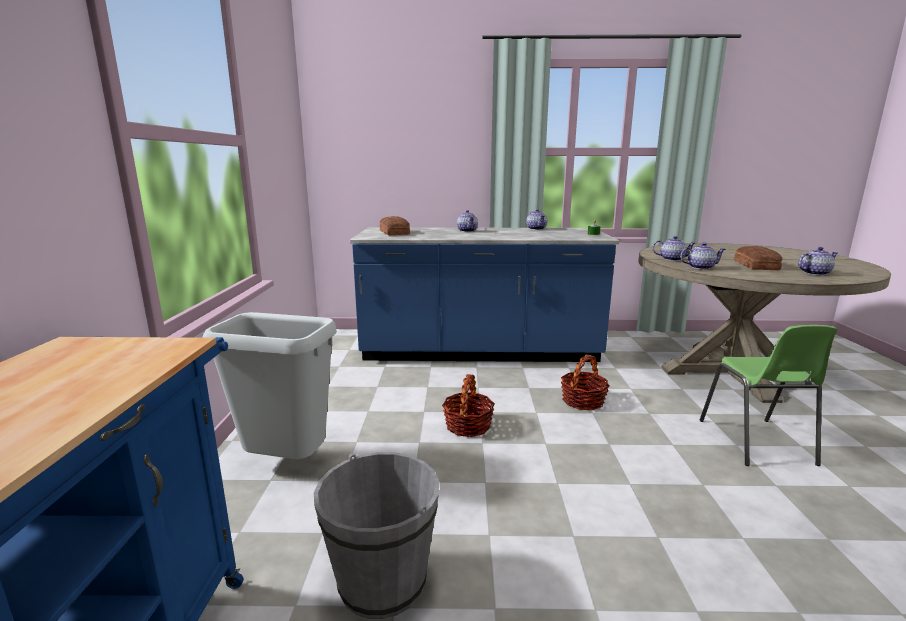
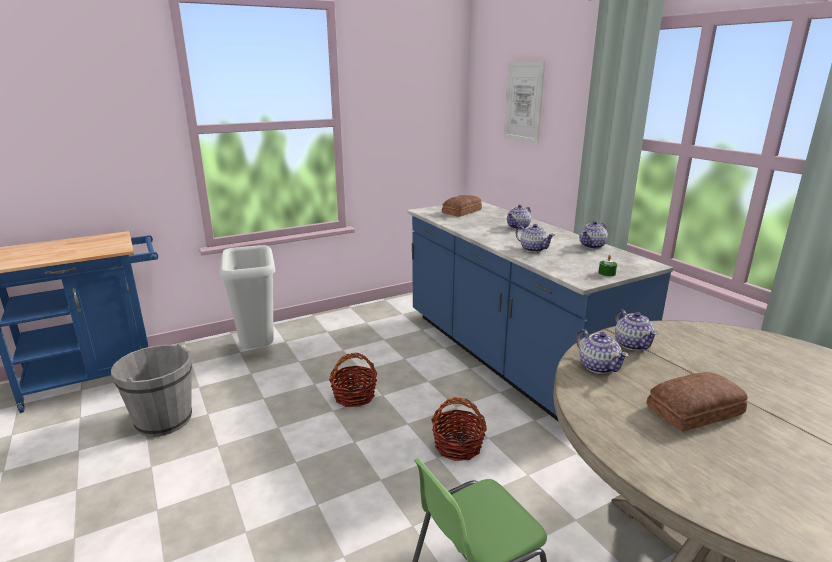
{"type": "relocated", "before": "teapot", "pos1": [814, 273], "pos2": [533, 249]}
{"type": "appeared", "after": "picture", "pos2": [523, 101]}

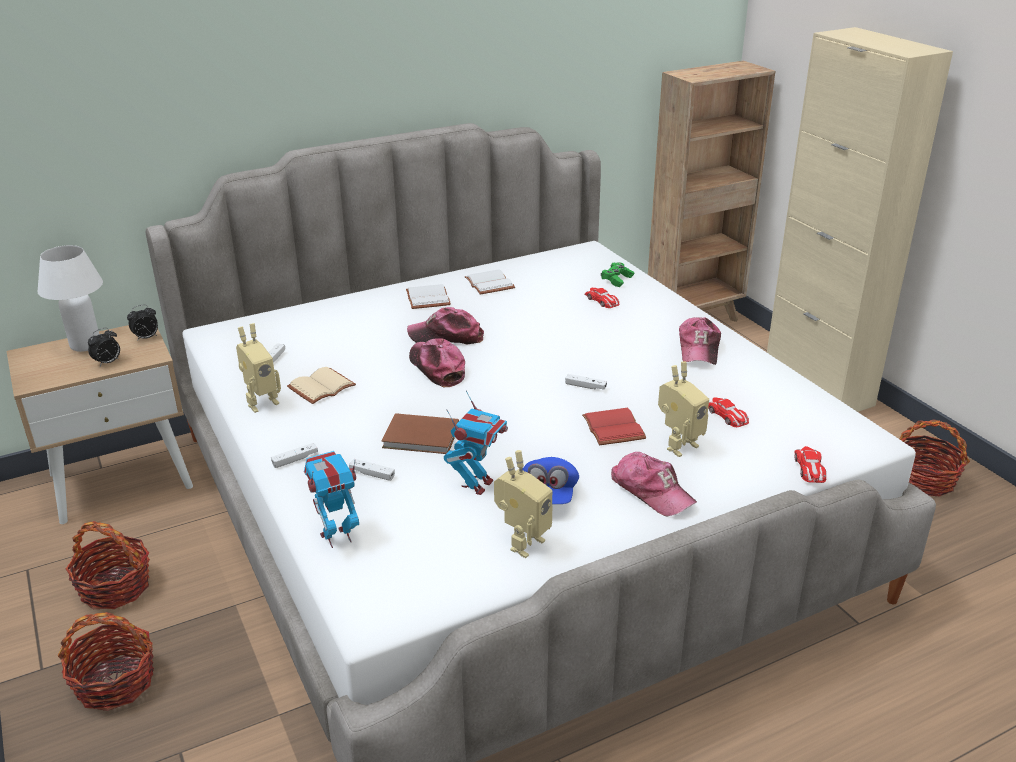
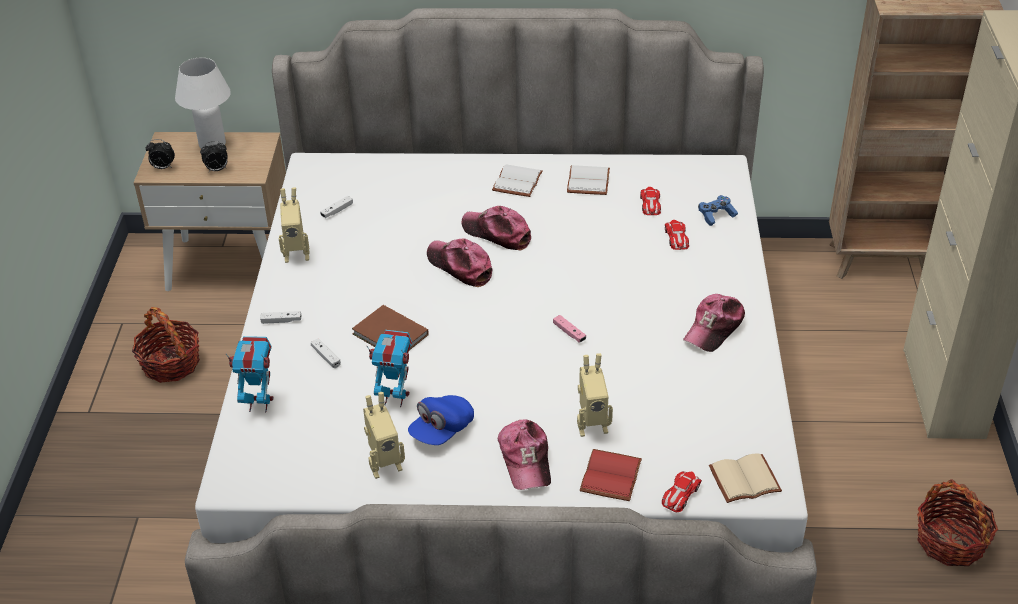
{"type": "missing", "before": "basket", "pos1": [115, 682]}
{"type": "relocated", "before": "alarm clock", "pos1": [146, 338], "pos2": [163, 168]}
{"type": "relocated", "before": "beige book", "pos1": [321, 388], "pos2": [744, 481]}
{"type": "spun", "before": "cap", "pos1": [437, 368], "pos2": [460, 266], "turn": -45}
{"type": "spun", "before": "toy robot", "pos1": [477, 484], "pos2": [395, 398], "turn": -135}
{"type": "colour", "before": "white game controller", "after": "pink game controller", "pos1": [585, 386], "pos2": [569, 333]}
{"type": "relocated", "before": "red book", "pos1": [615, 428], "pos2": [612, 477]}
{"type": "colour", "before": "green game controller", "after": "blue game controller", "pos1": [617, 280], "pos2": [716, 215]}
{"type": "relocated", "before": "toy car", "pos1": [727, 416], "pos2": [650, 204]}

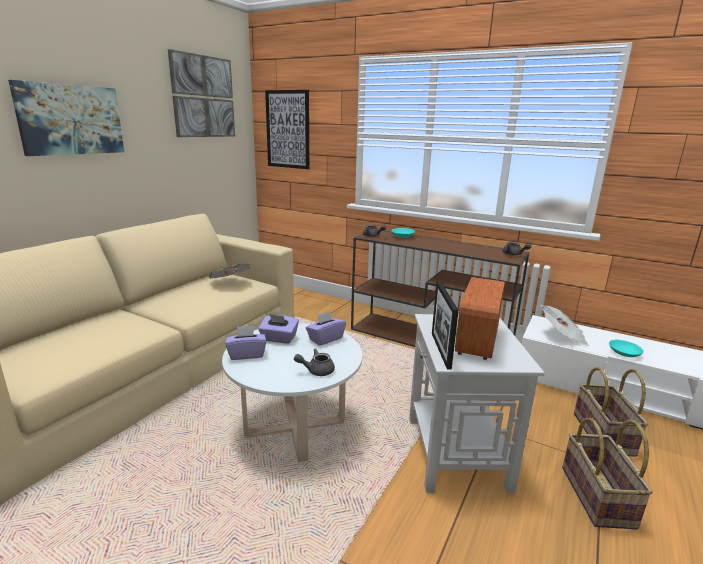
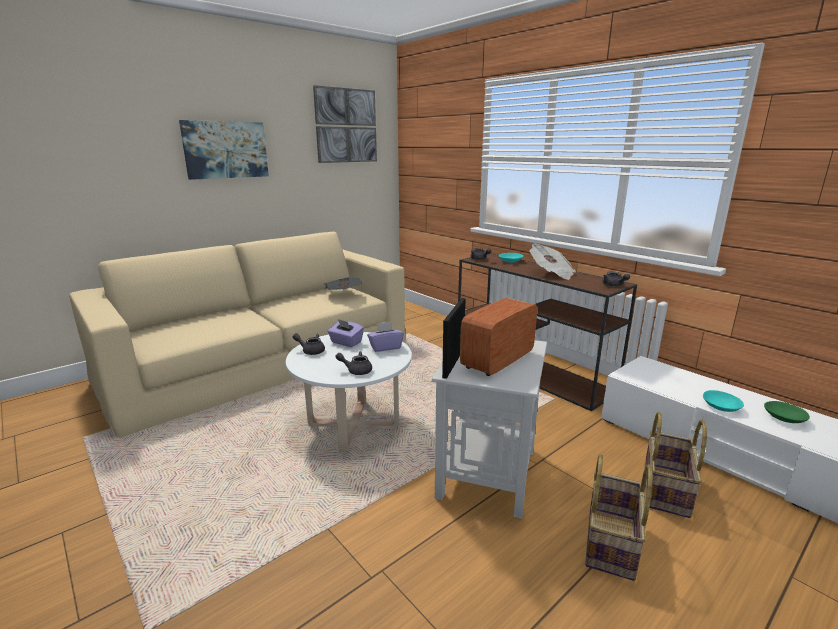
{"type": "exchanged", "before": "purple tissue box", "after": "grey teapot", "pos1": [247, 354], "pos2": [311, 351]}
{"type": "missing", "before": "picture", "pos1": [288, 129]}
{"type": "relocated", "before": "newspaper", "pos1": [562, 336], "pos2": [551, 274]}
{"type": "appeared", "after": "green bowl", "pos2": [784, 418]}

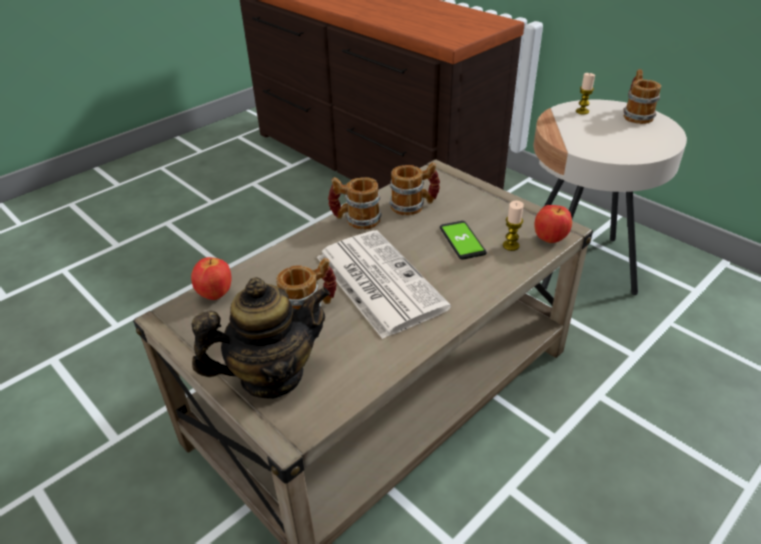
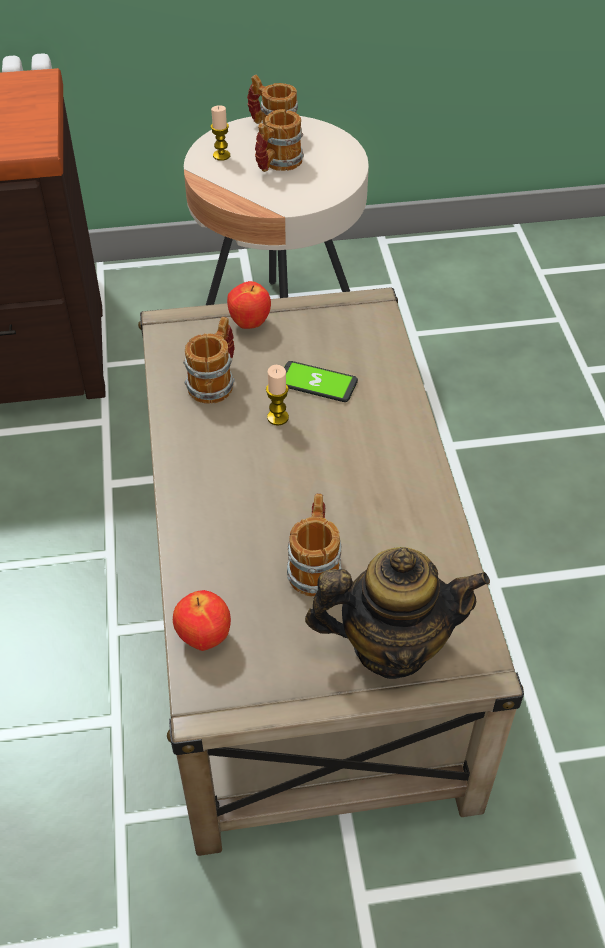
{"type": "spun", "before": "teapot", "pos1": [271, 376], "pos2": [391, 645], "turn": 75}
{"type": "missing", "before": "newspaper", "pos1": [377, 281]}
{"type": "relocated", "before": "mug", "pos1": [355, 220], "pos2": [277, 164]}
{"type": "relocated", "before": "candle", "pos1": [510, 245], "pos2": [277, 417]}
{"type": "relocated", "before": "apple", "pos1": [550, 239], "pos2": [250, 323]}

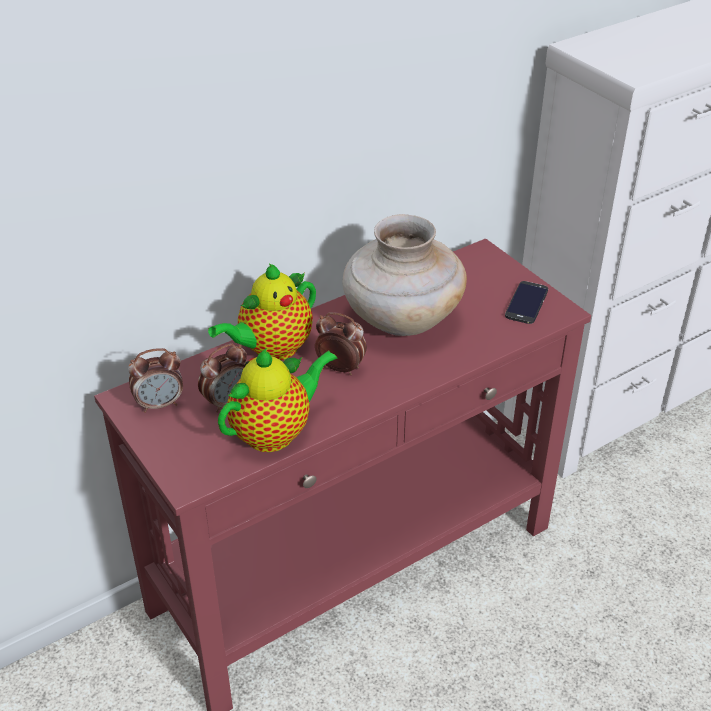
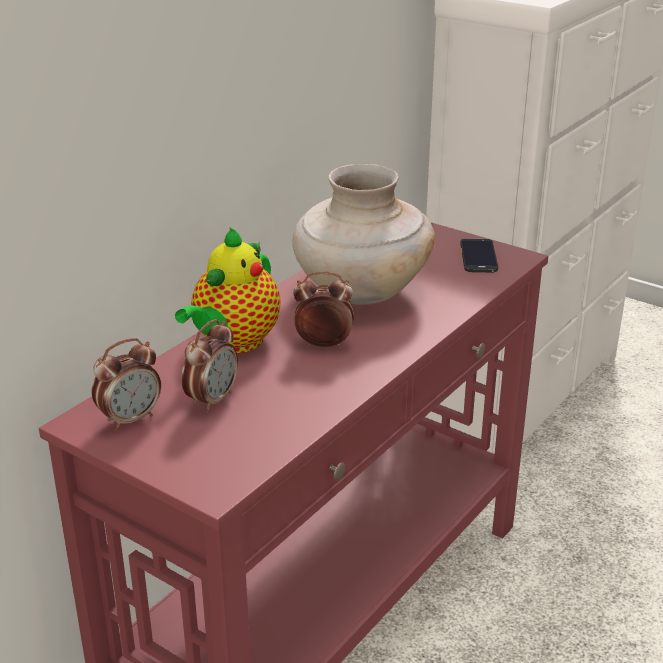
{"type": "missing", "before": "teapot", "pos1": [275, 432]}

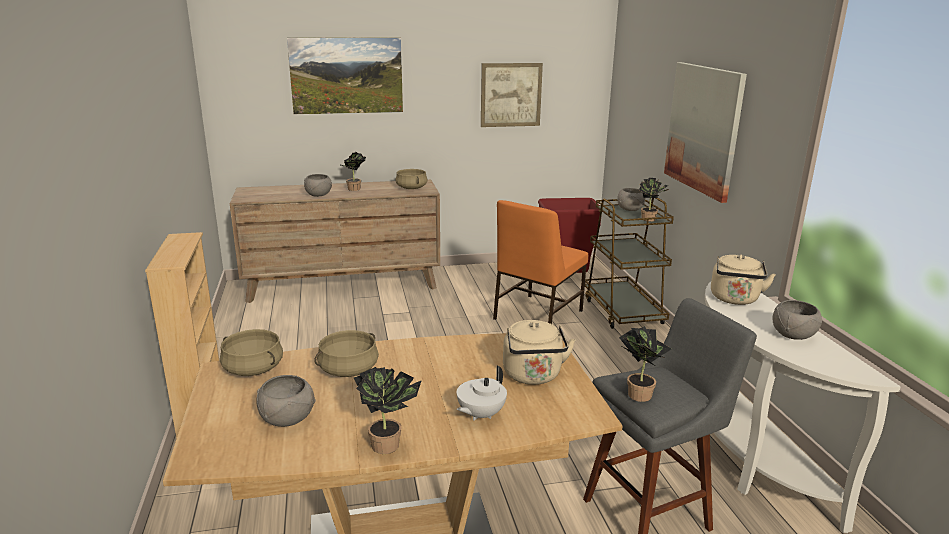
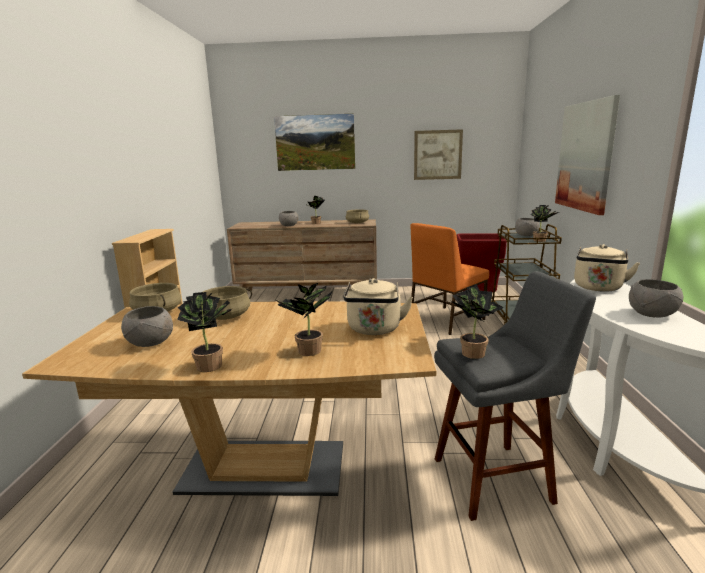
{"type": "exchanged", "before": "white teapot", "after": "potted plant", "pos1": [480, 414], "pos2": [307, 352]}

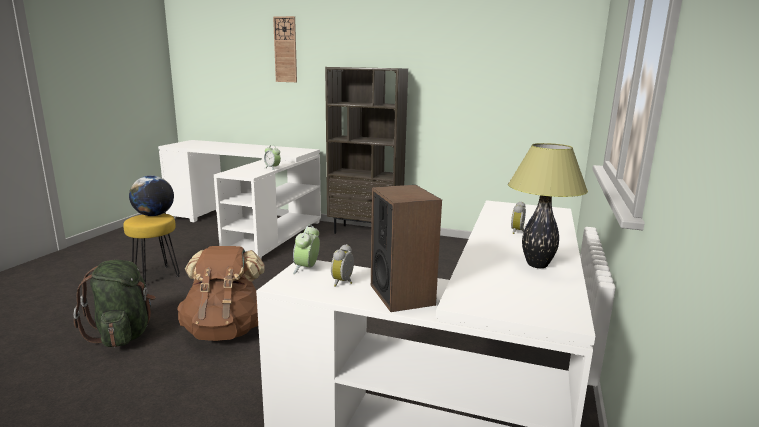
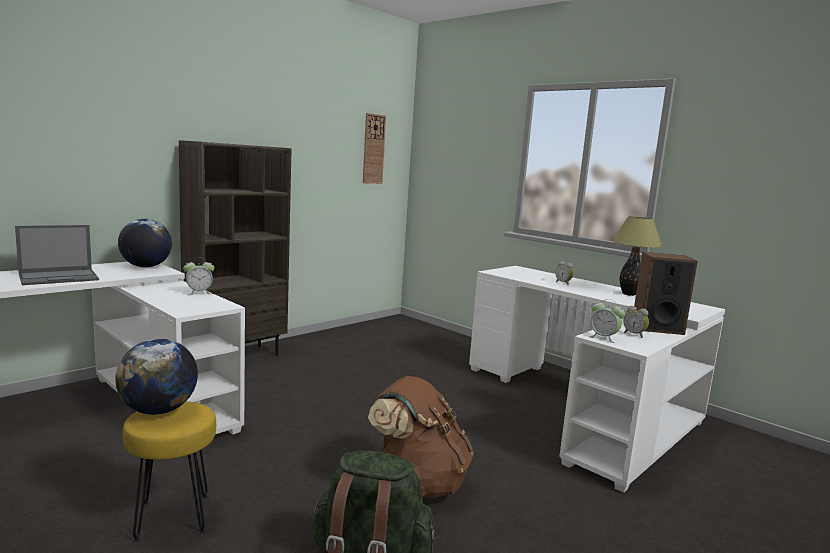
{"type": "relocated", "before": "wall clock", "pos1": [285, 49], "pos2": [373, 149]}
{"type": "appeared", "after": "laptop", "pos2": [60, 277]}
{"type": "appeared", "after": "globe", "pos2": [145, 267]}

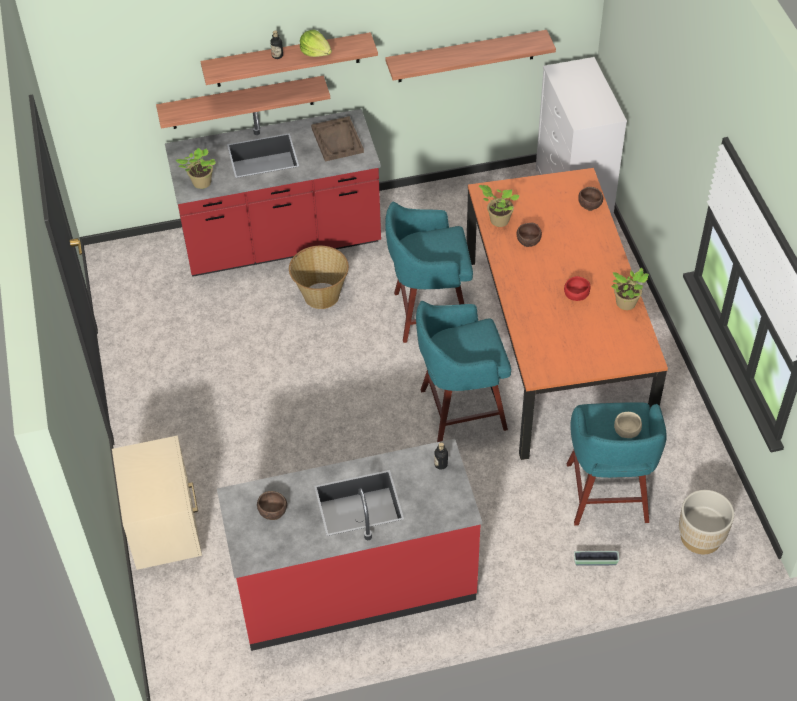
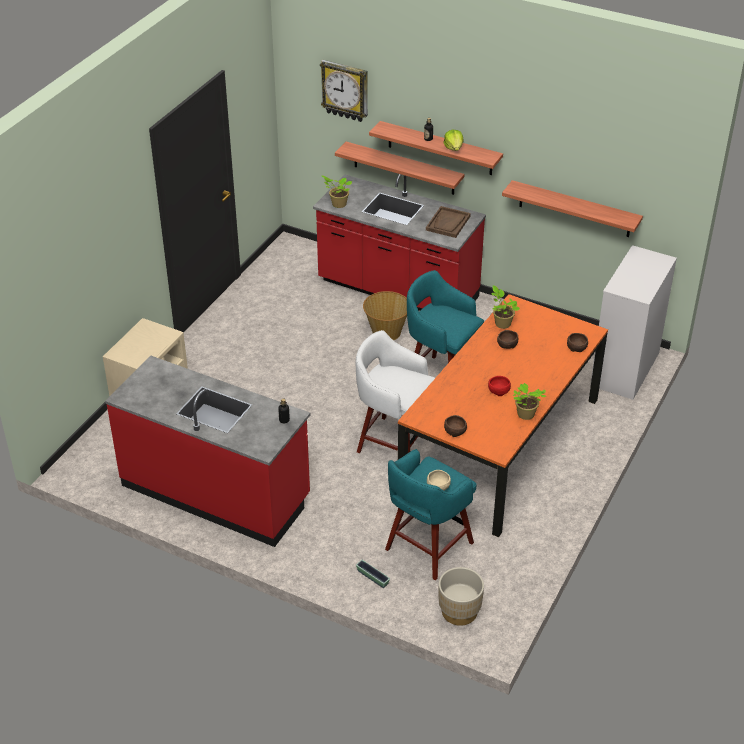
{"type": "relocated", "before": "brown bowl", "pos1": [272, 510], "pos2": [455, 430]}
{"type": "colour", "before": "turquoise stool", "after": "white stool", "pos1": [460, 410], "pos2": [393, 442]}
{"type": "appeared", "after": "wall clock", "pos2": [345, 90]}

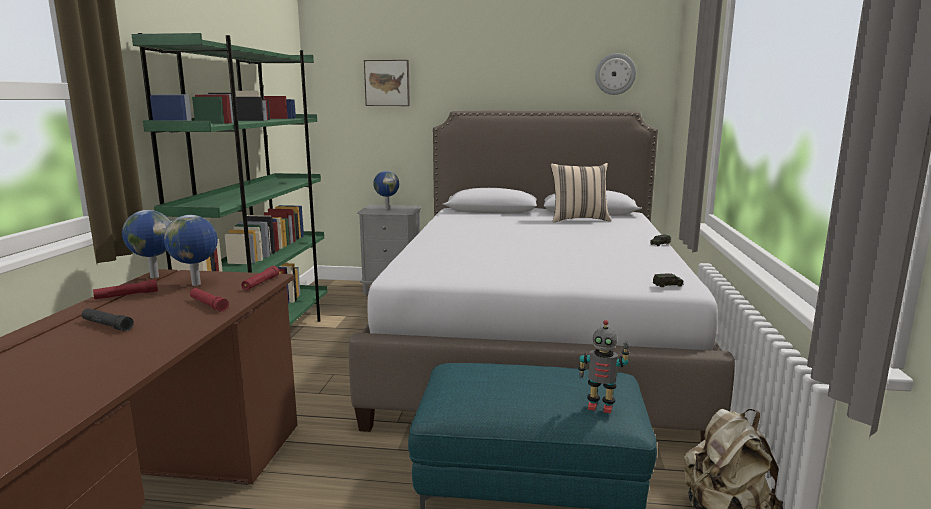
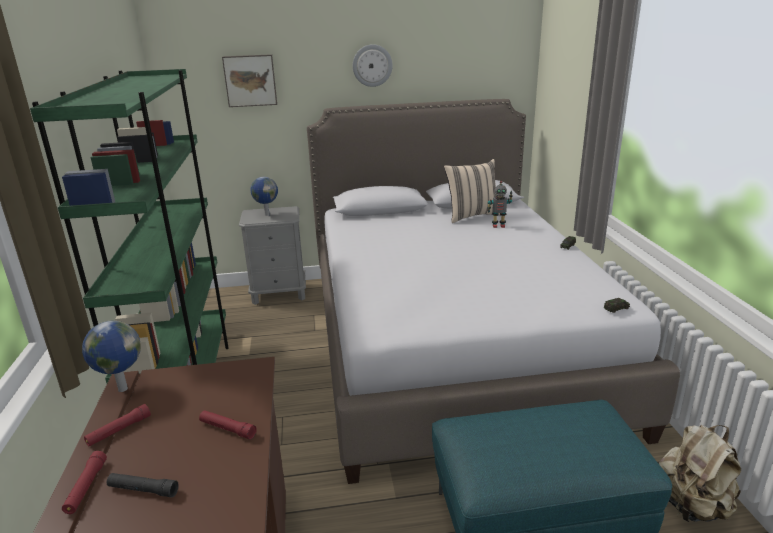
{"type": "missing", "before": "globe", "pos1": [197, 284]}
{"type": "relocated", "before": "red flashlight", "pos1": [260, 283], "pos2": [86, 487]}
{"type": "relocated", "before": "toy robot", "pos1": [600, 406], "pos2": [498, 226]}
{"type": "relocated", "before": "wall clock", "pos1": [615, 74], "pos2": [372, 65]}

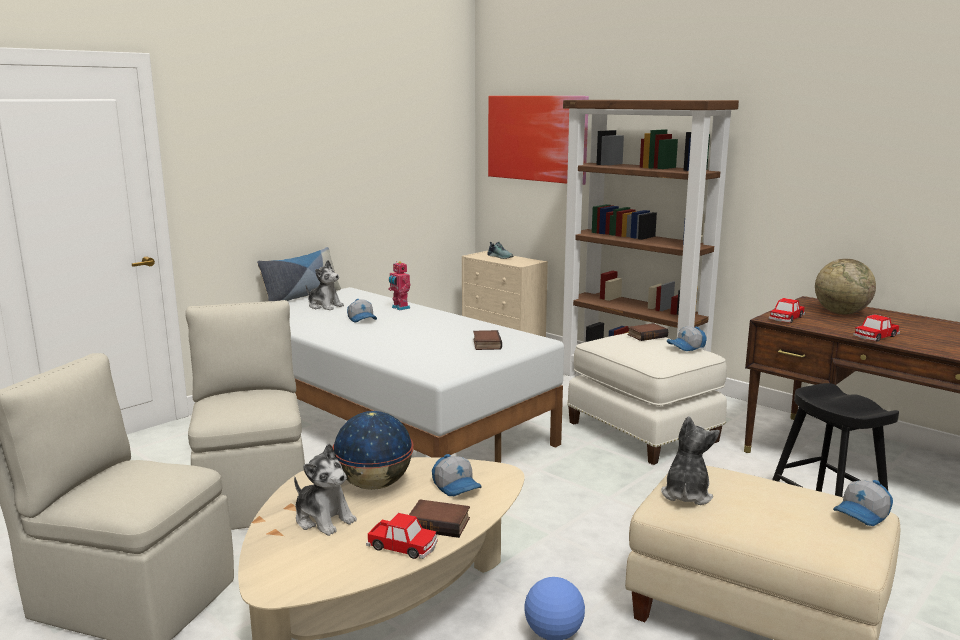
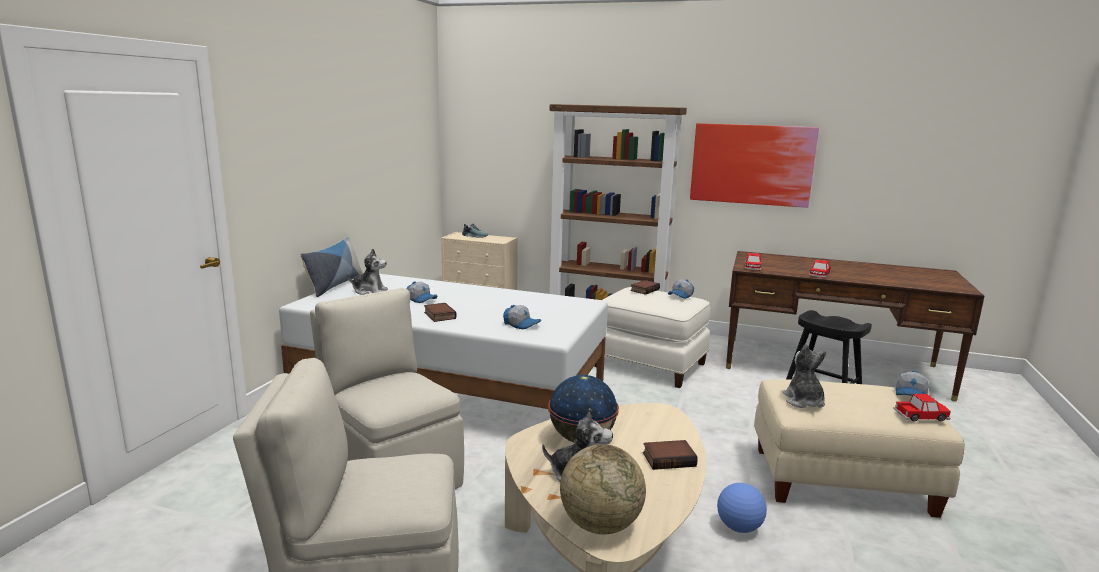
{"type": "relocated", "before": "toy car", "pos1": [402, 546], "pos2": [921, 416]}
{"type": "missing", "before": "toy robot", "pos1": [399, 308]}
{"type": "relocated", "before": "cap", "pos1": [457, 486], "pos2": [521, 325]}
{"type": "relocated", "before": "book", "pos1": [486, 344], "pos2": [438, 315]}
{"type": "relocated", "before": "picture", "pos1": [537, 138], "pos2": [751, 164]}
{"type": "relocated", "before": "globe", "pos1": [841, 313], "pos2": [600, 525]}

